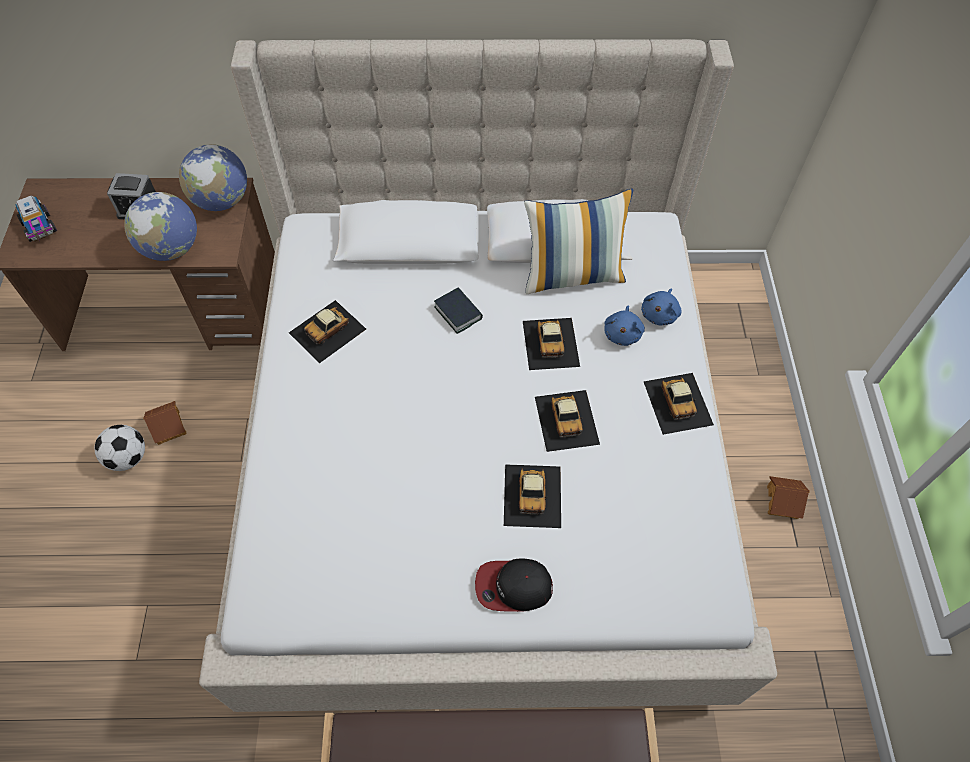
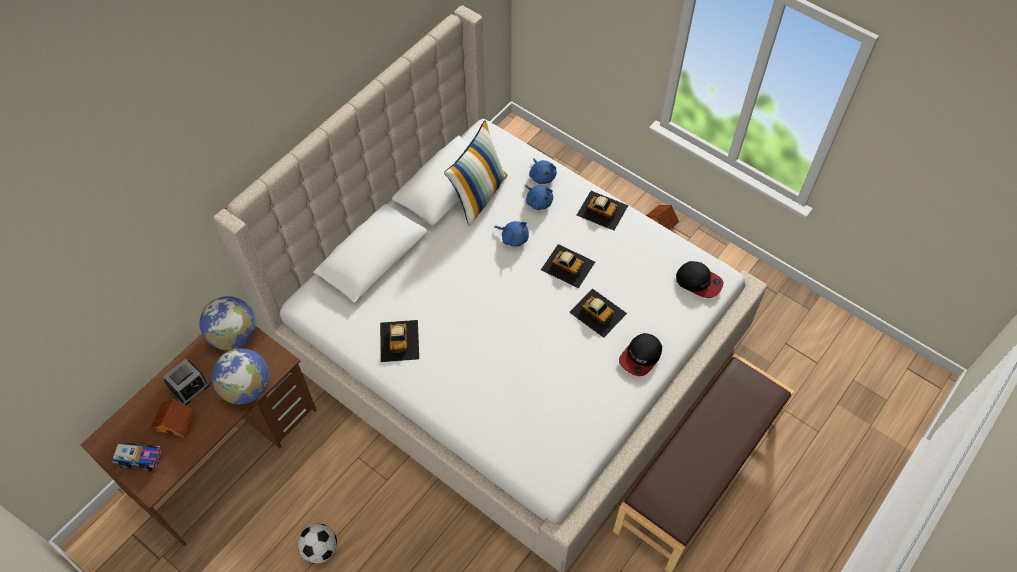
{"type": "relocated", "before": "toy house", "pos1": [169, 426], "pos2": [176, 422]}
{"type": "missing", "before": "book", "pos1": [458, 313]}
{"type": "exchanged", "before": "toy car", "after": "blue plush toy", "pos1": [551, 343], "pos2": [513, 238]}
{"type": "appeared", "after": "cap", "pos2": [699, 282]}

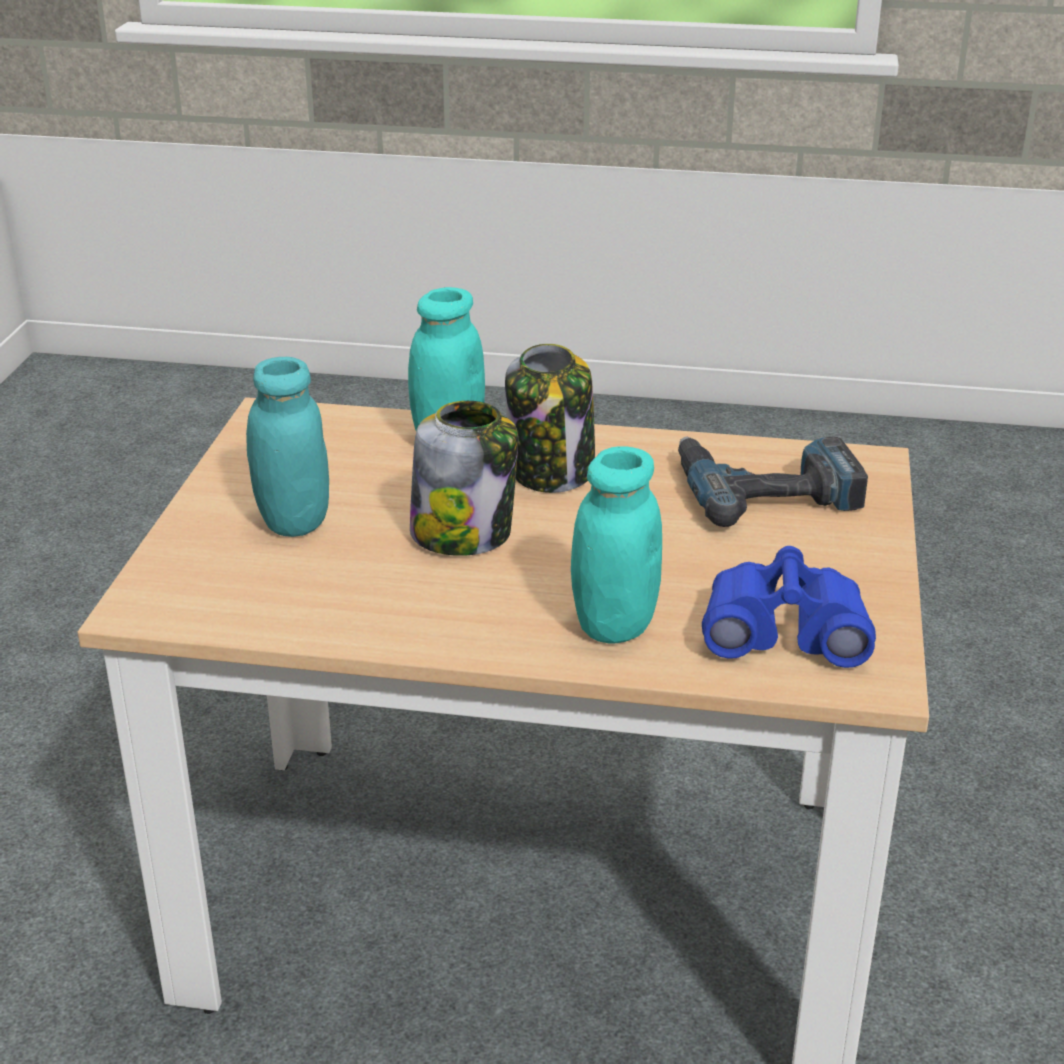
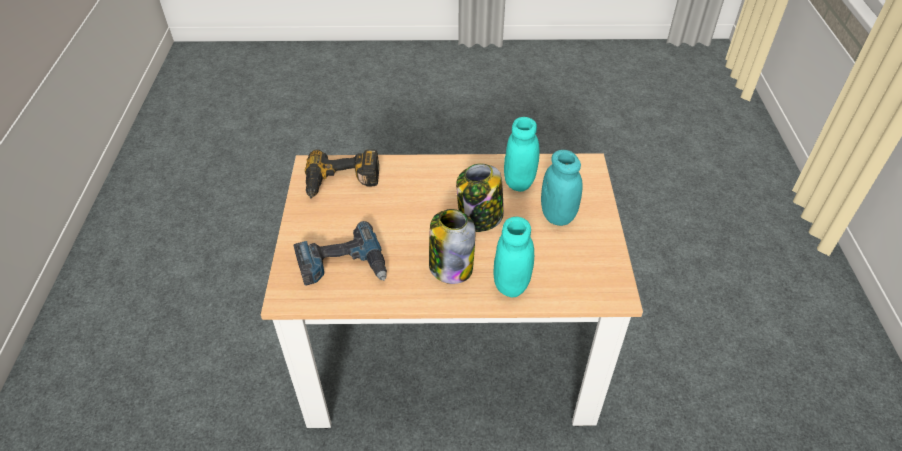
{"type": "relocated", "before": "turquoise jar", "pos1": [614, 624], "pos2": [519, 182]}
{"type": "exchanged", "before": "blue binoculars", "after": "power drill", "pos1": [785, 631], "pos2": [341, 183]}

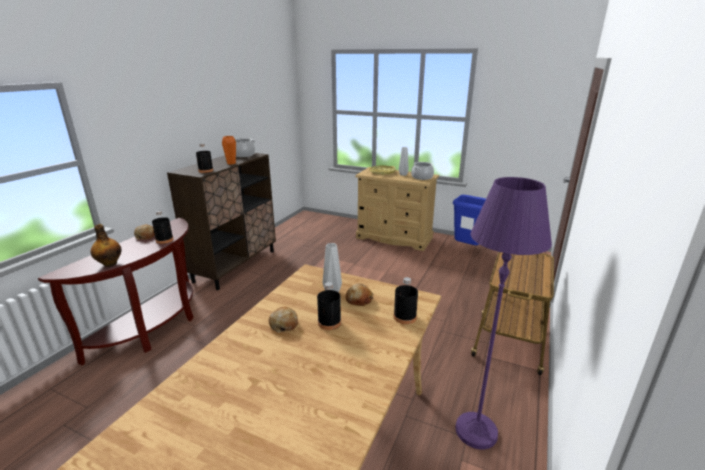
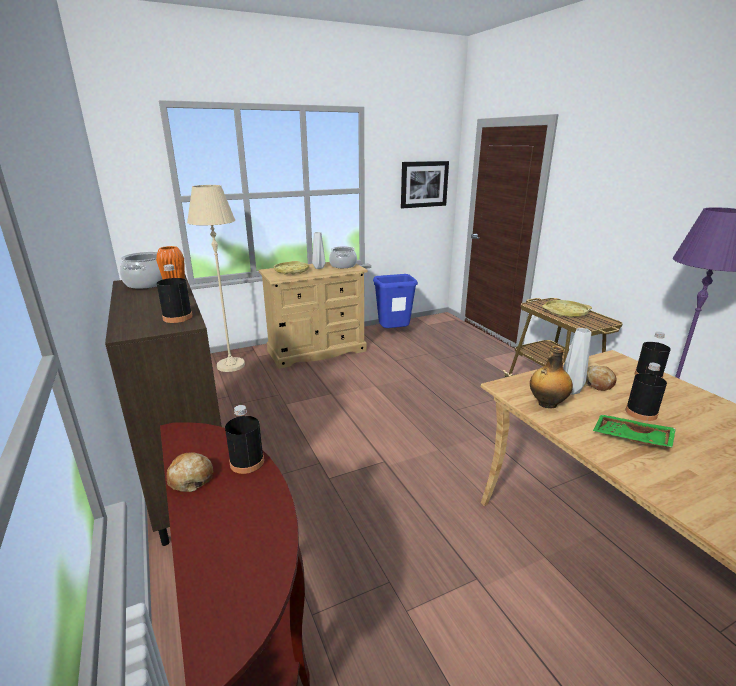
{"type": "relocated", "before": "bottle", "pos1": [110, 263], "pos2": [546, 404]}
{"type": "exchanged", "before": "bread", "after": "green tray", "pos1": [284, 324], "pos2": [631, 439]}
{"type": "appeared", "after": "beige floor lamp", "pos2": [231, 365]}
{"type": "appeared", "after": "picture", "pos2": [424, 184]}
{"type": "appeared", "after": "yellow tray", "pos2": [565, 312]}

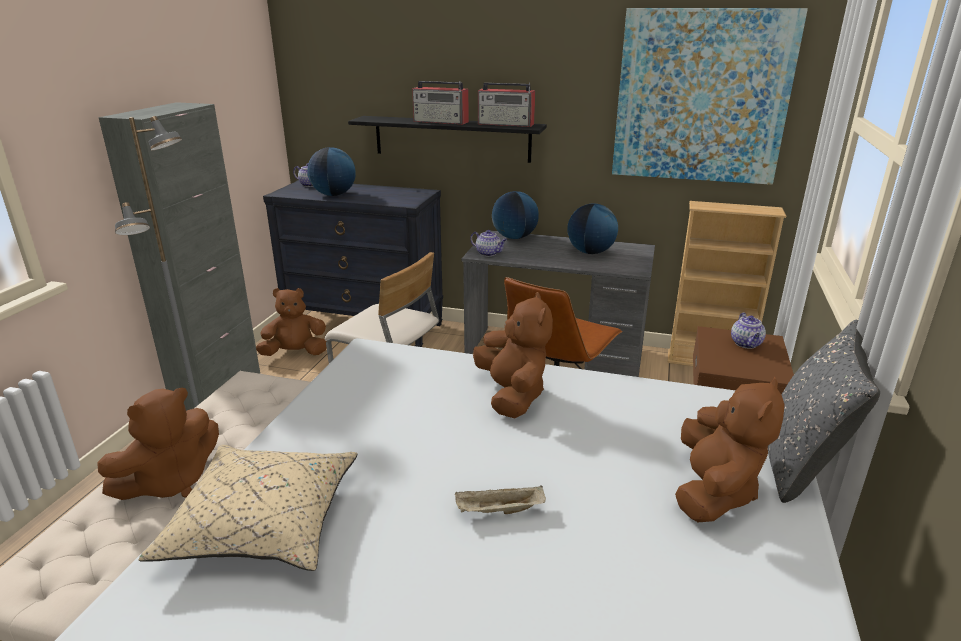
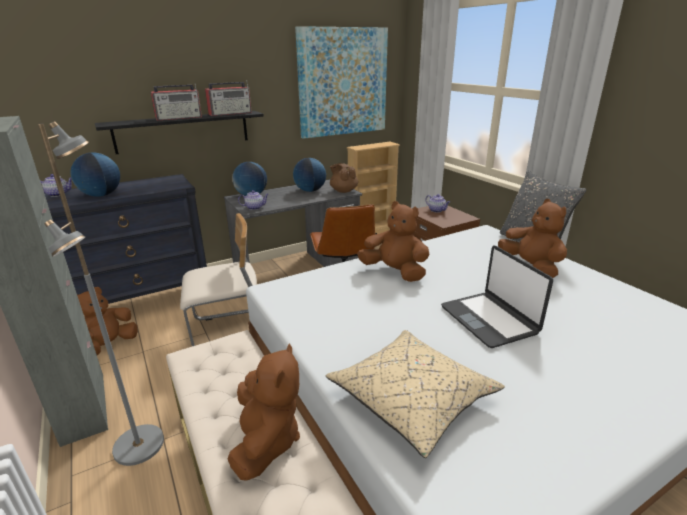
{"type": "exchanged", "before": "beige tray", "after": "laptop", "pos1": [499, 511], "pos2": [489, 319]}
{"type": "appeared", "after": "brown teapot", "pos2": [343, 191]}

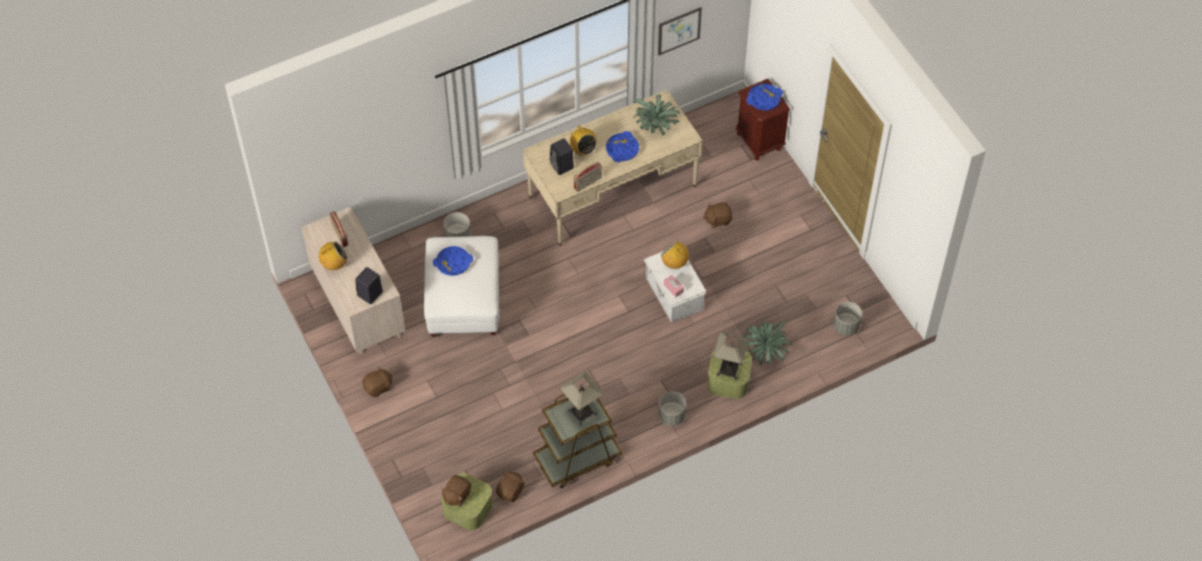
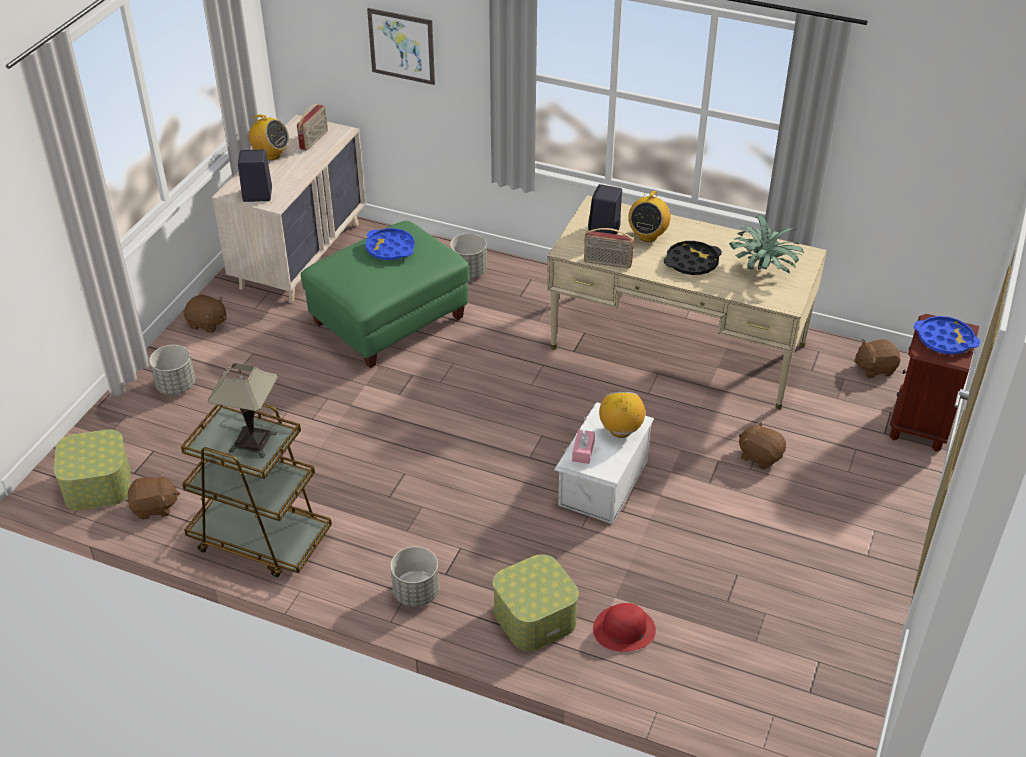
{"type": "colour", "before": "white ottoman", "after": "green ottoman", "pos1": [464, 301], "pos2": [389, 321]}
{"type": "relocated", "before": "brown plush toy", "pos1": [456, 495], "pos2": [874, 368]}
{"type": "colour", "before": "blue tray", "after": "black tray", "pos1": [622, 149], "pos2": [692, 262]}
{"type": "relocated", "before": "picture", "pos1": [679, 31], "pos2": [401, 46]}
{"type": "missing", "before": "table lamp", "pos1": [729, 369]}
{"type": "exchanged", "before": "potted plant", "after": "red hat", "pos1": [766, 351], "pos2": [624, 629]}
{"type": "relocated", "before": "grey planter", "pos1": [846, 326], "pos2": [175, 386]}

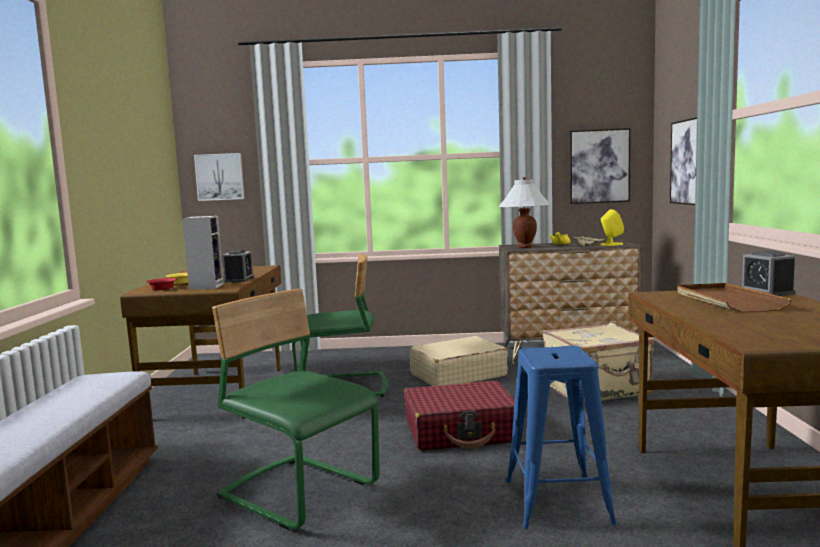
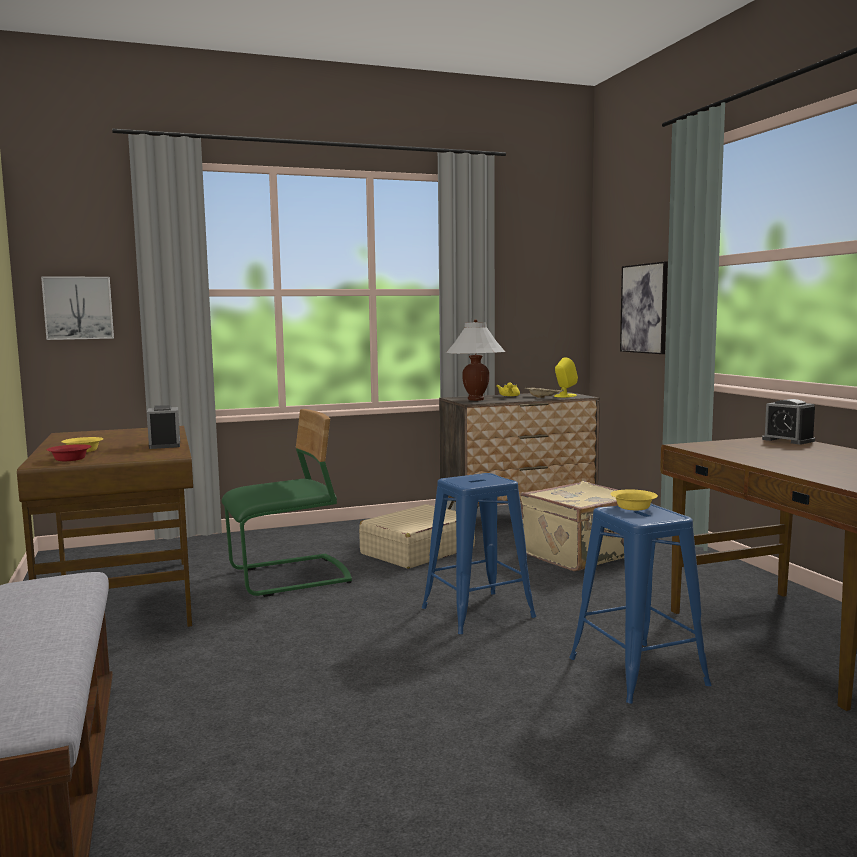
{"type": "missing", "before": "speaker", "pos1": [206, 286]}
{"type": "missing", "before": "green chair", "pos1": [299, 492]}
{"type": "exchanged", "before": "red suitcase", "after": "blue stool", "pos1": [461, 432], "pos2": [477, 612]}
{"type": "missing", "before": "picture", "pos1": [599, 166]}
{"type": "missing", "before": "brown tray", "pos1": [727, 301]}
{"type": "appeared", "after": "yellow bowl", "pos2": [634, 507]}

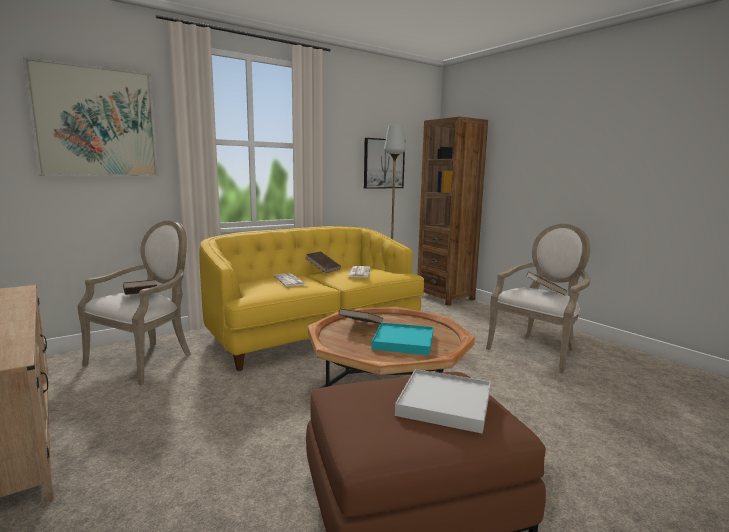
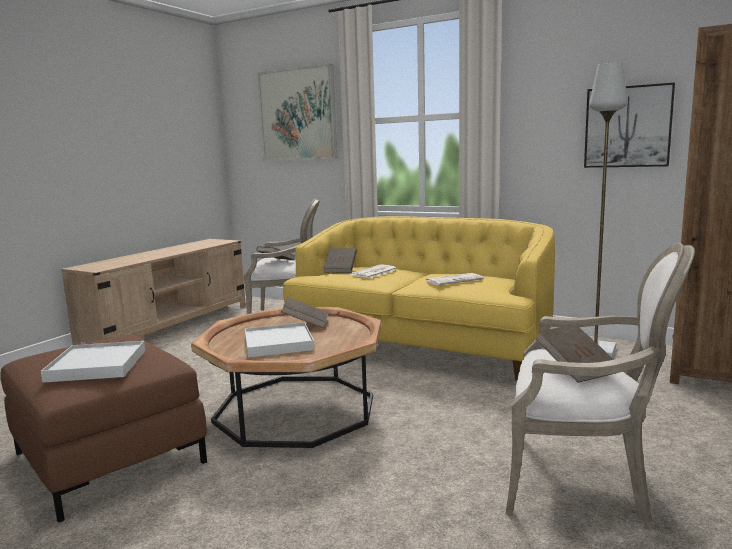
{"type": "relocated", "before": "brown book", "pos1": [323, 269], "pos2": [340, 269]}
{"type": "colour", "before": "turquoise tray", "after": "white tray", "pos1": [403, 341], "pos2": [278, 343]}

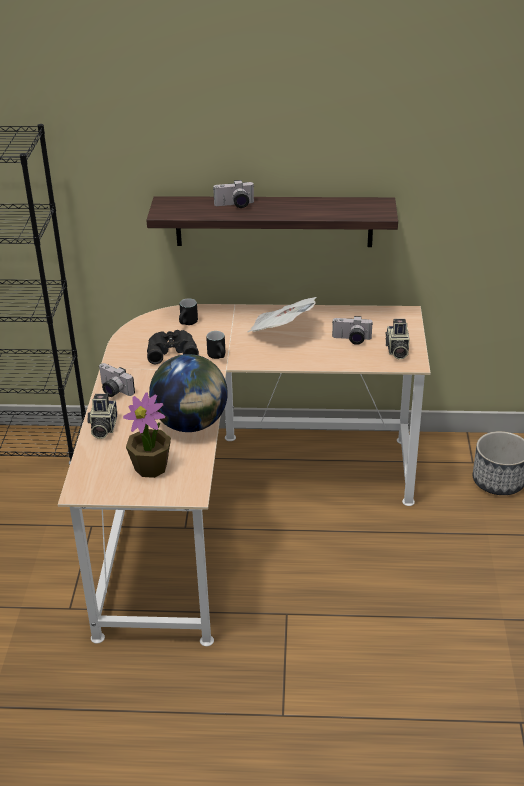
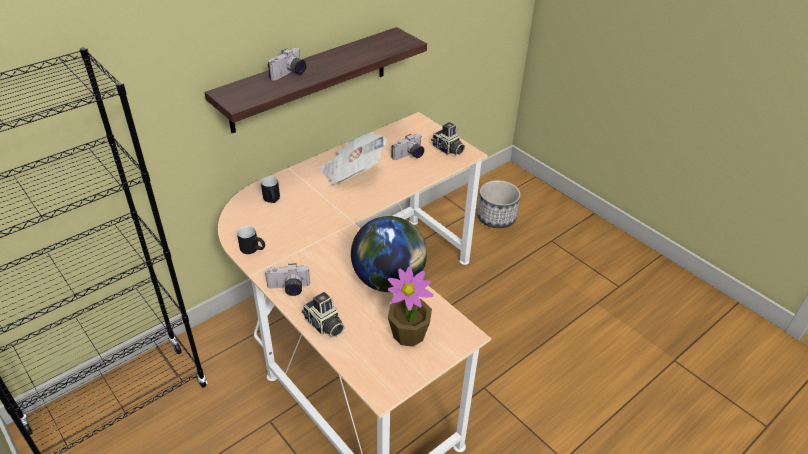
{"type": "missing", "before": "black binoculars", "pos1": [171, 350]}
{"type": "relocated", "before": "black mug", "pos1": [219, 356], "pos2": [253, 249]}

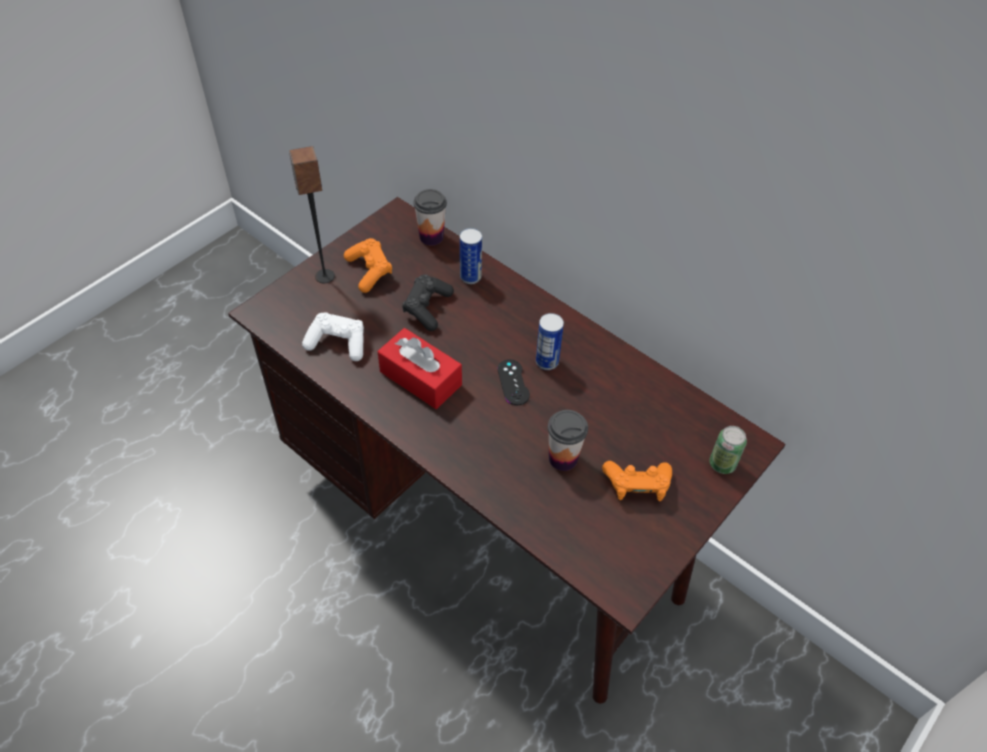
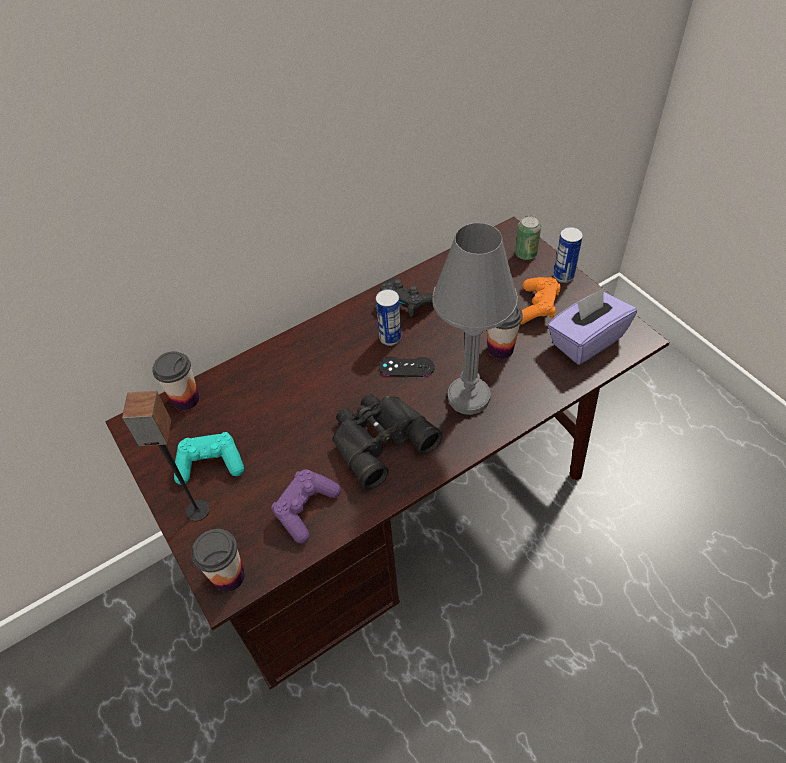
{"type": "colour", "before": "white game controller", "after": "purple game controller", "pos1": [338, 343], "pos2": [306, 509]}
{"type": "colour", "before": "orange game controller", "after": "turquoise game controller", "pos1": [369, 271], "pos2": [211, 464]}
{"type": "exchanged", "before": "red tissue box", "after": "black binoculars", "pos1": [420, 378], "pos2": [378, 439]}
{"type": "relocated", "before": "black game controller", "pos1": [427, 308], "pos2": [406, 303]}
{"type": "relocated", "before": "can", "pos1": [470, 277], "pos2": [563, 276]}
{"type": "appeared", "after": "cup", "pos2": [228, 576]}
{"type": "appeared", "after": "grey table lamp", "pos2": [468, 397]}
{"type": "appeared", "after": "purple tissue box", "pos2": [585, 340]}

